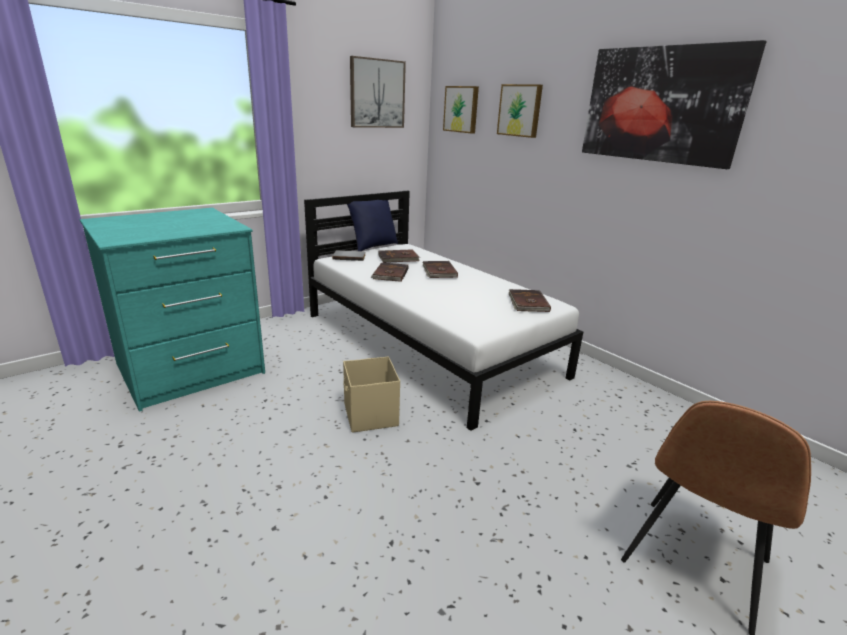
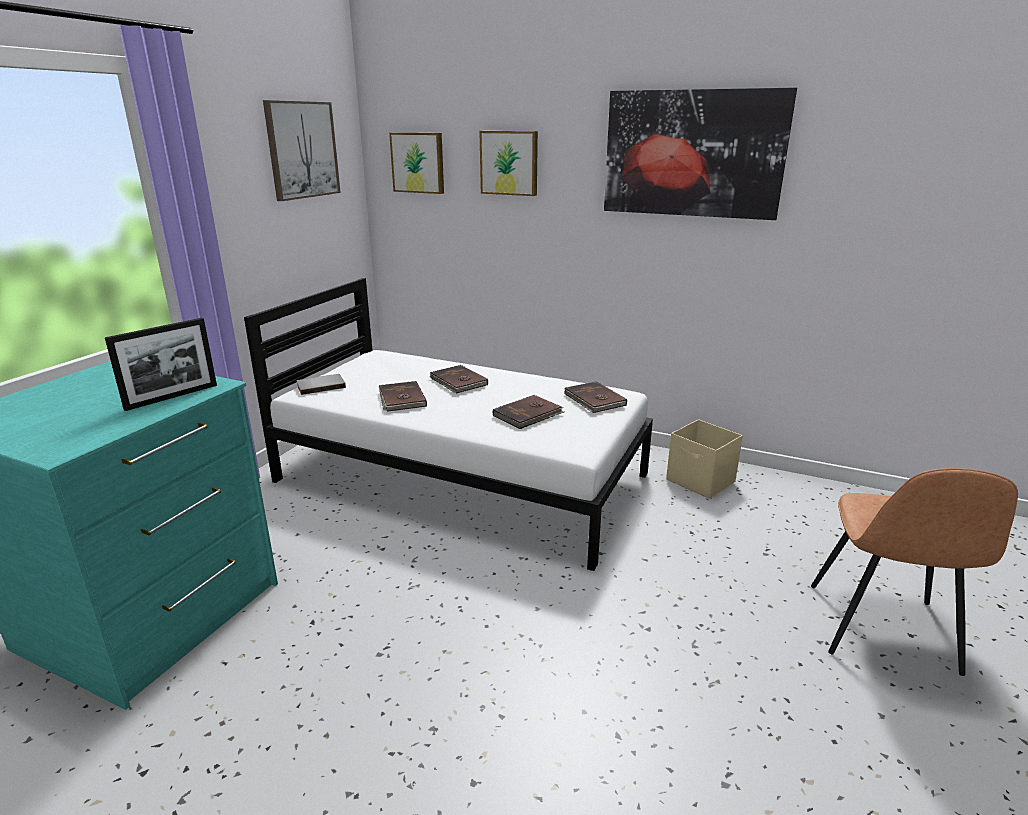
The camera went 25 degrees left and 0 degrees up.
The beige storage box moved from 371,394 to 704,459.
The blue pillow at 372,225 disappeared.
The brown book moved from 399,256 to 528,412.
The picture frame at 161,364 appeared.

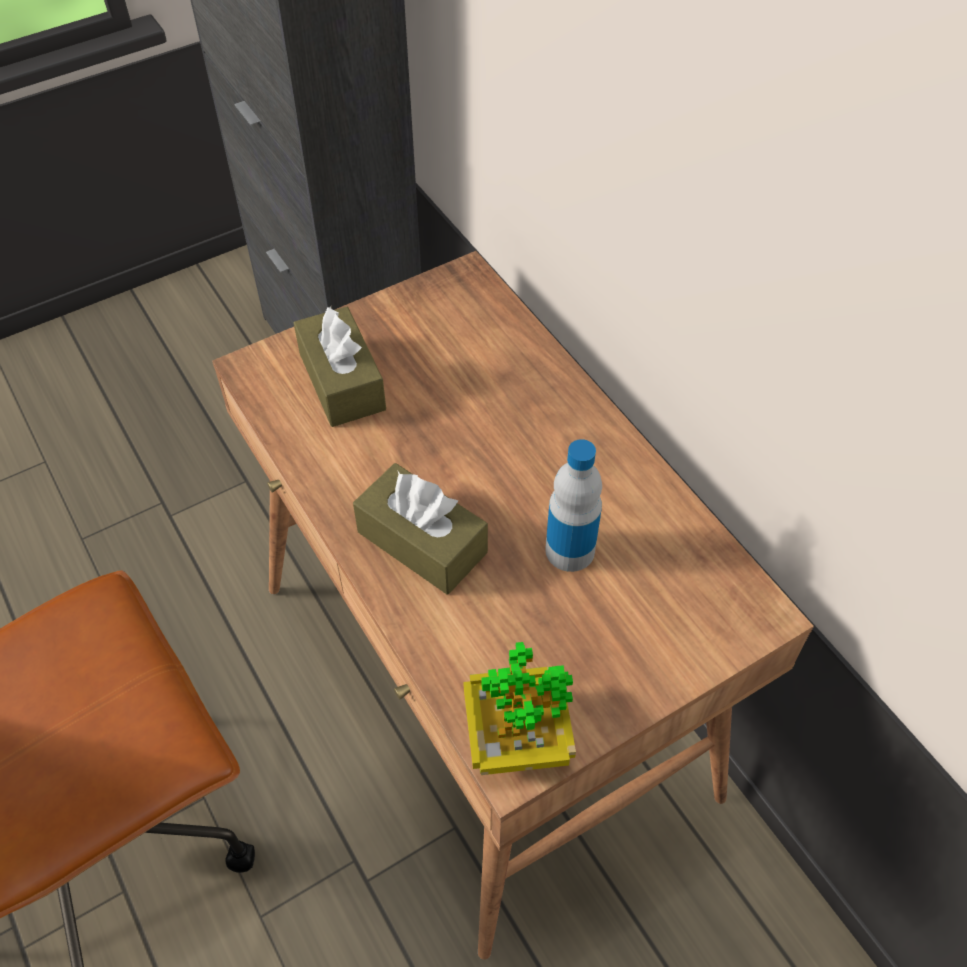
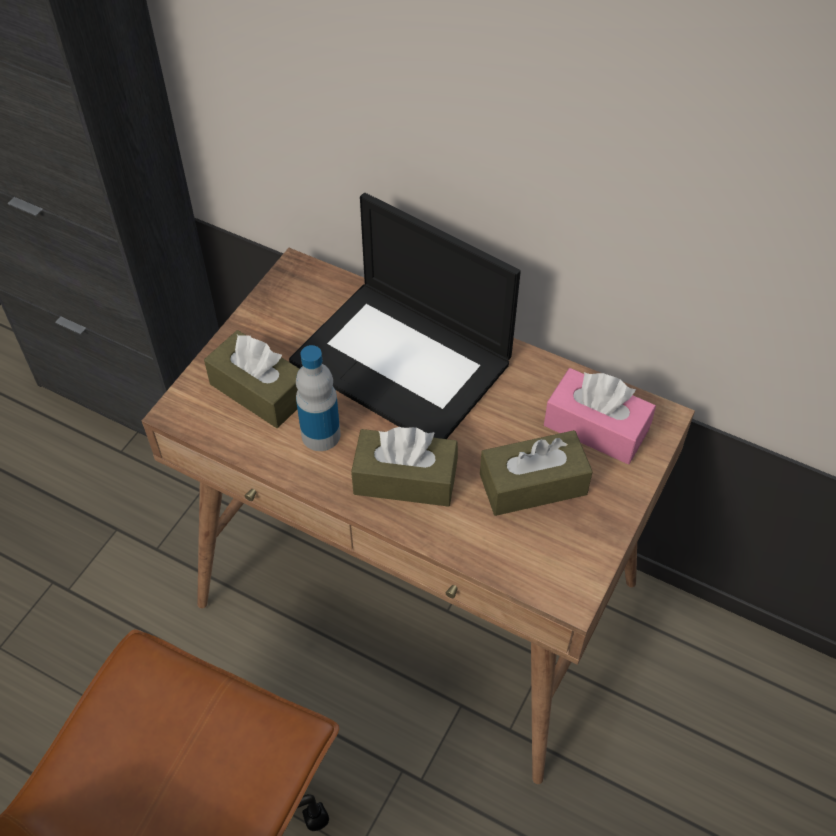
The camera went 30 degrees left and 0 degrees up.
The potted plant at 519,708 disappeared.
The bottle moved from 573,505 to 318,398.
The laptop at 405,316 appeared.
The brown tissue box at 536,473 appeared.
The pink tissue box at 600,416 appeared.

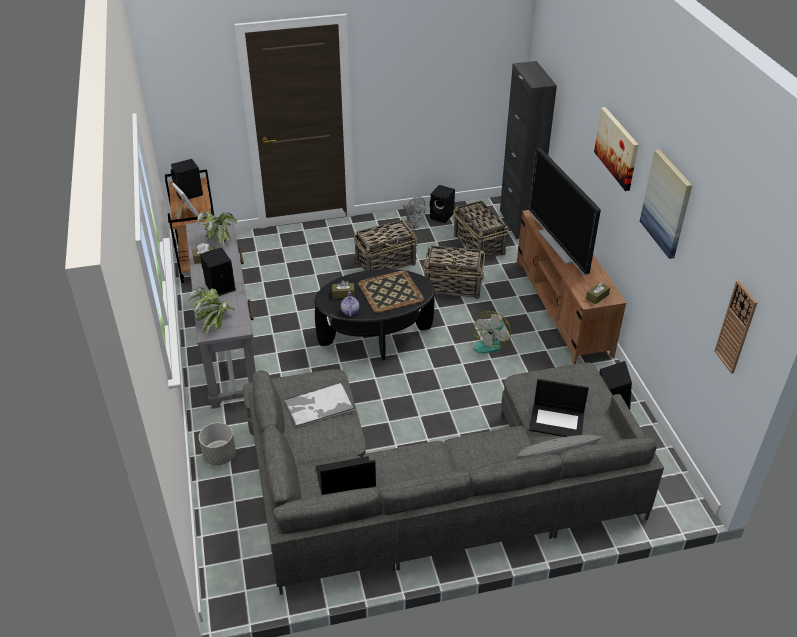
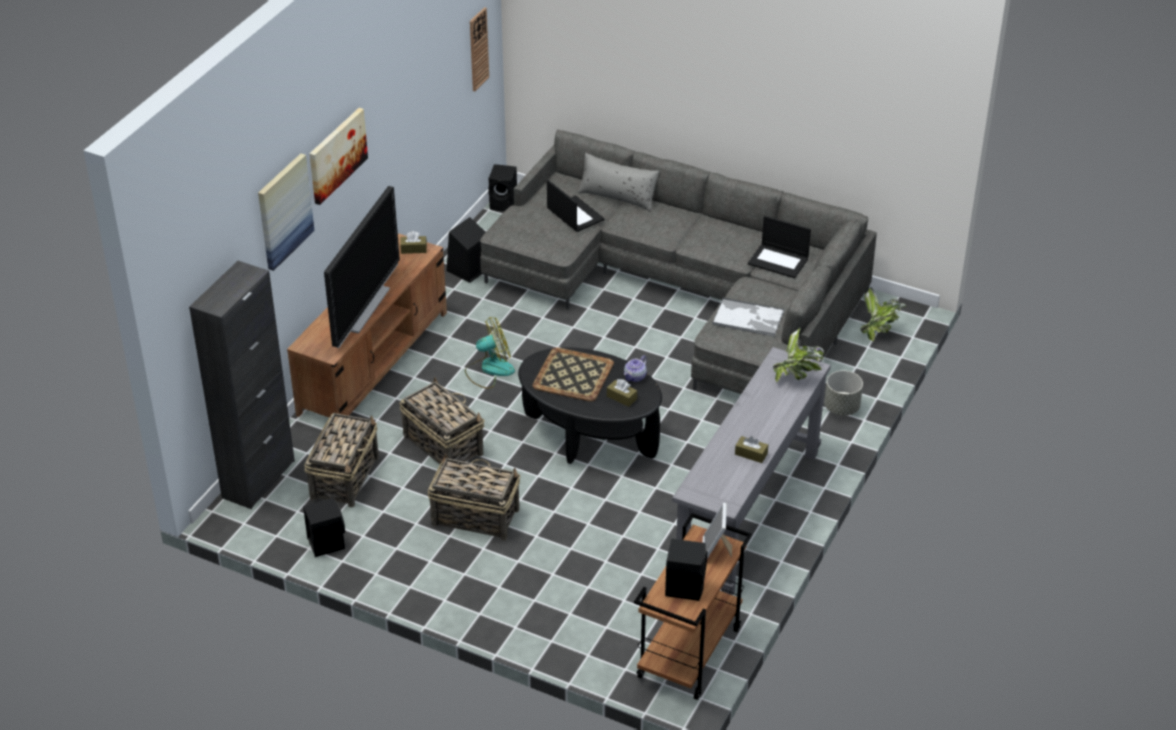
The camera went 140 degrees left and 0 degrees up.
The potted plant moved from 217,229 to 883,314.
The black speaker moved from 218,272 to 502,188.
The grey fan at 414,213 disappeared.
The picture moved from 666,204 to 286,212.

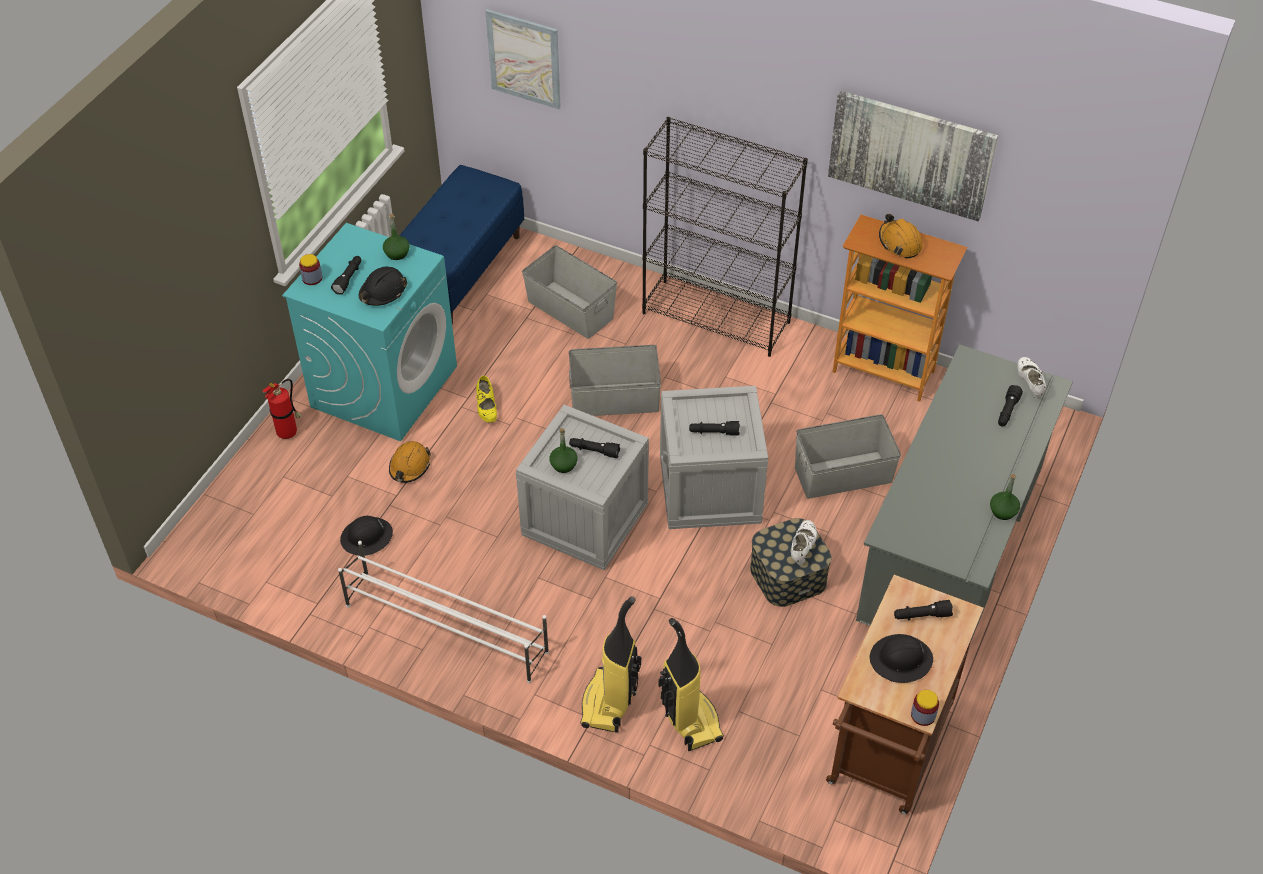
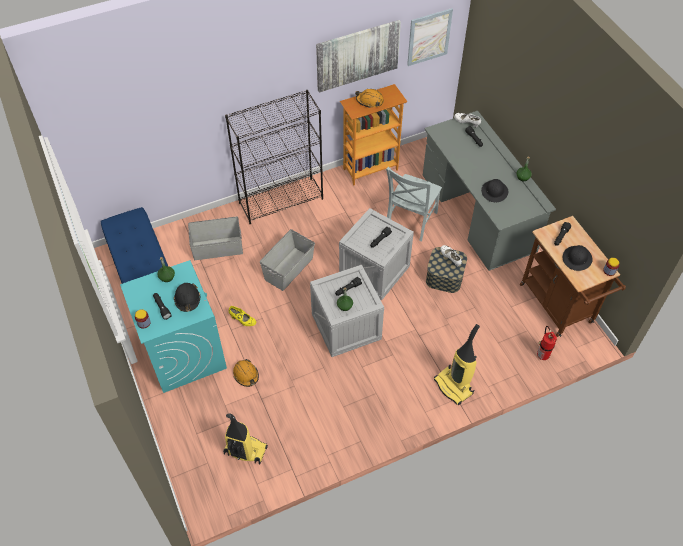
The camera went 50 degrees left and 5 degrees up.
The fire extinguisher moved from 282,409 to 547,343.
The white shoe rack at 443,612 disappeared.
The black hard hat moved from 366,536 to 494,190.
The picture moved from 523,59 to 430,37.
The vacuum cleaner moved from 691,684 to 245,439.
The grey storage box at 848,456 was replaced by the grey chair at 414,204.

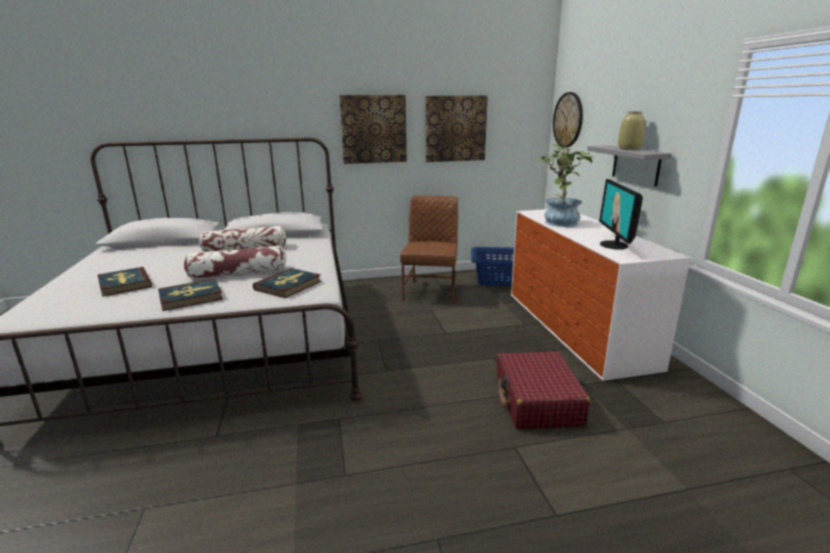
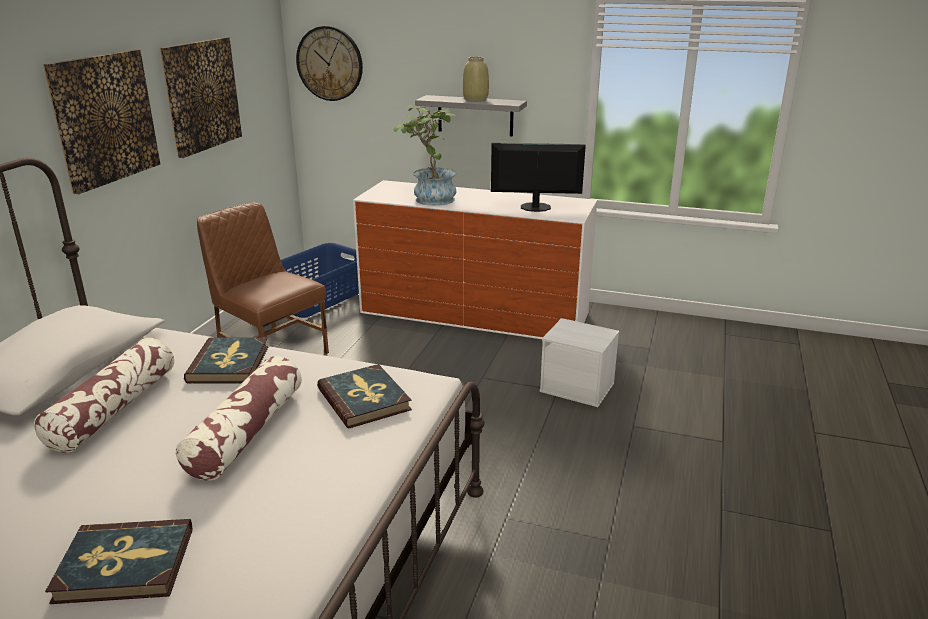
The camera went 60 degrees left and 5 degrees up.
The book moved from 190,295 to 226,361.
The red suitcase at 543,390 was replaced by the white storage box at 579,362.
The monitor at 621,214 turned 150 degrees clockwise.

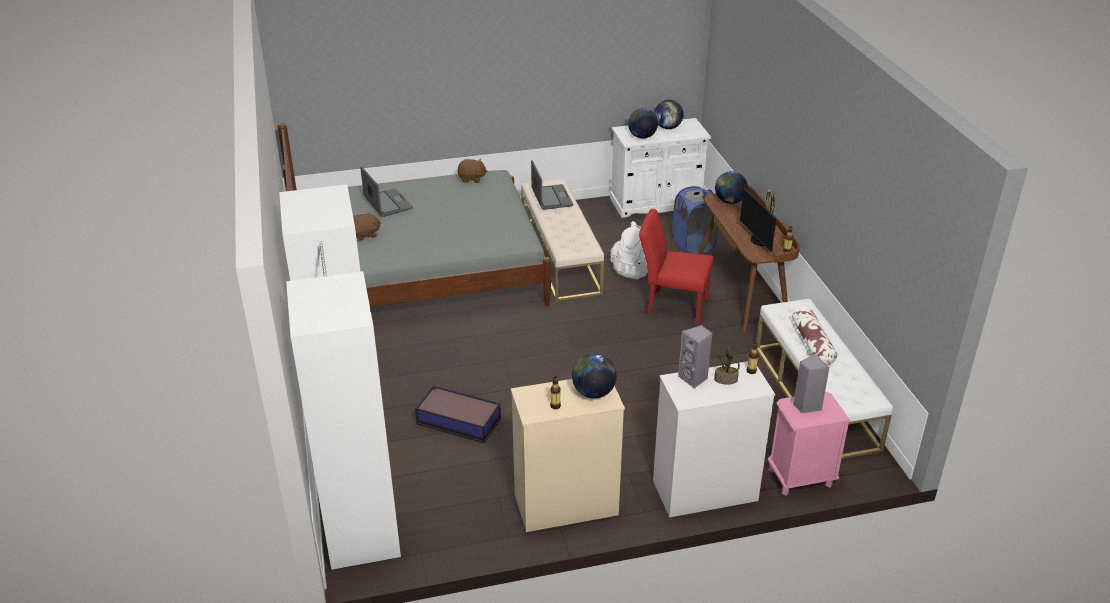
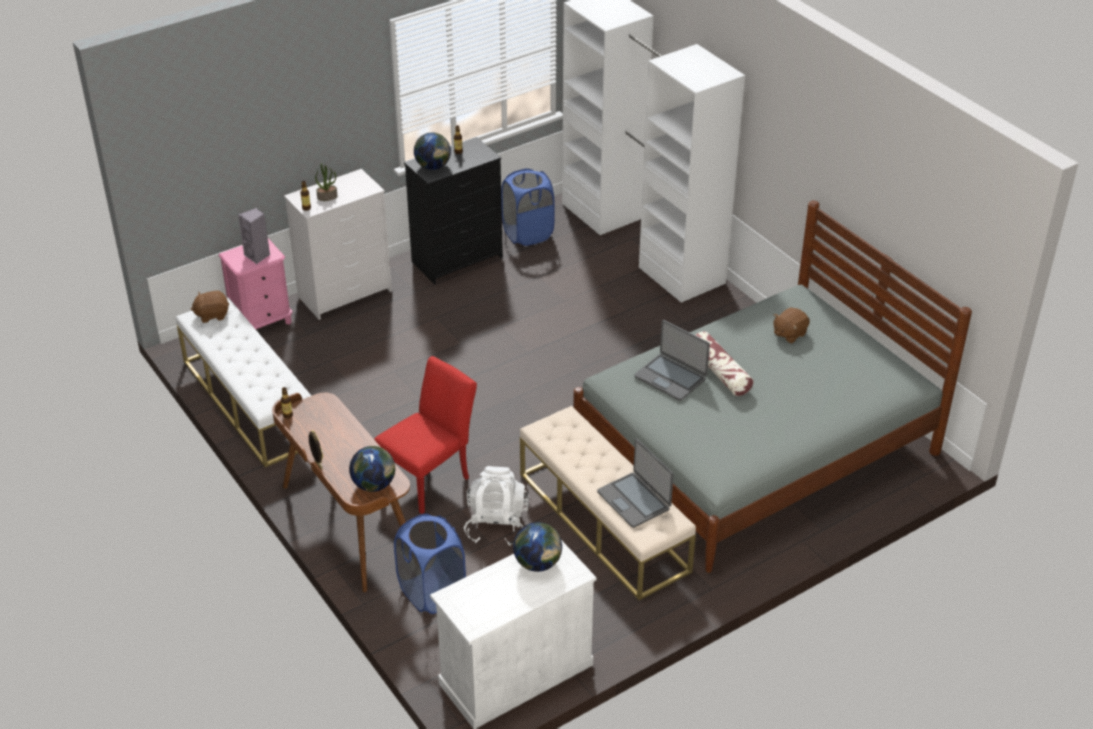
The camera went 160 degrees right and 5 degrees up.
The laptop moved from 387,192 to 672,360.
The storage box at 458,414 disappeared.
The brown plush toy moved from 472,171 to 209,307.
The beige dresser at 568,455 became the black dresser at 453,210.
The red chair at 676,267 turned 45 degrees counterclockwise.
The globe at 669,114 disappeared.
The grey speaker at 695,357 disappeared.
The monitor at 758,219 disappeared.
The pillow moved from 814,335 to 724,363.
The blue laundry basket at 527,207 appeared.

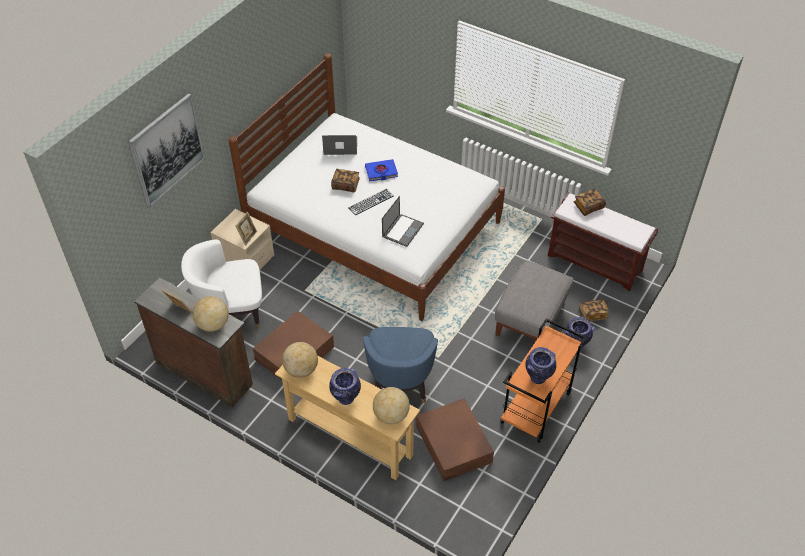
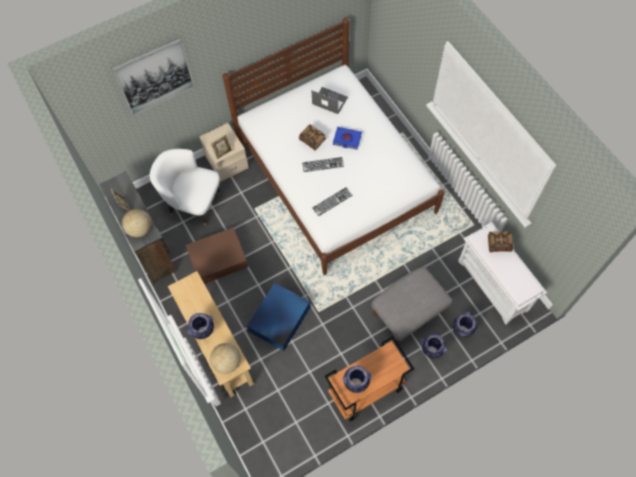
The camera went 30 degrees right and 15 degrees up.
The globe at 300,360 disappeared.
The blue armchair at 400,365 was replaced by the blue storage box at 279,317.
The laptop at 403,221 was replaced by the keyboard at 332,201.
The brown storage box at 455,439 disappeared.
The brown bench at 603,242 became the white bench at 502,273.
The book at 594,310 was replaced by the vase at 465,324.

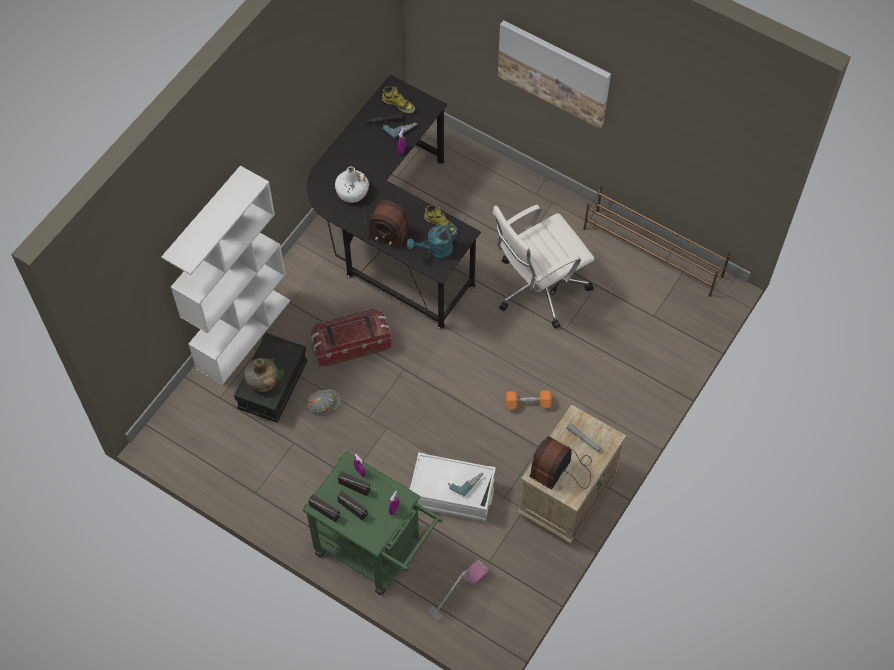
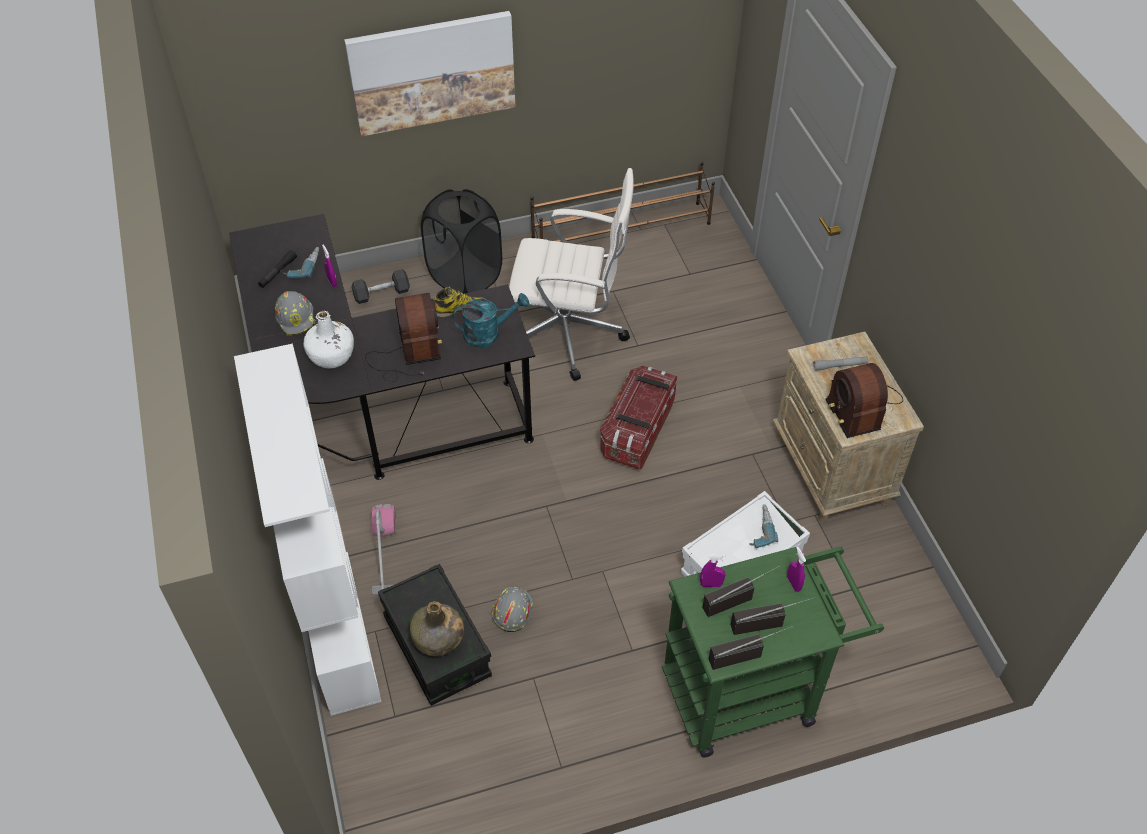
The camera went 50 degrees left and 10 degrees down.
The storage box moved from 351,337 to 638,418.
The radio at 386,224 turned 75 degrees counterclockwise.
The boot at 398,99 disappeared.
The turquoise watering can at 432,242 turned 120 degrees counterclockwise.
The vacuum cleaner moved from 459,590 to 384,549.
The white office chair at 544,266 turned 90 degrees counterclockwise.
The orange dumbbell at 528,399 disappeared.
The grey hard hat at 296,313 appeared.
The grey dumbbell at 381,286 appeared.
The black laundry basket at 461,241 appeared.

